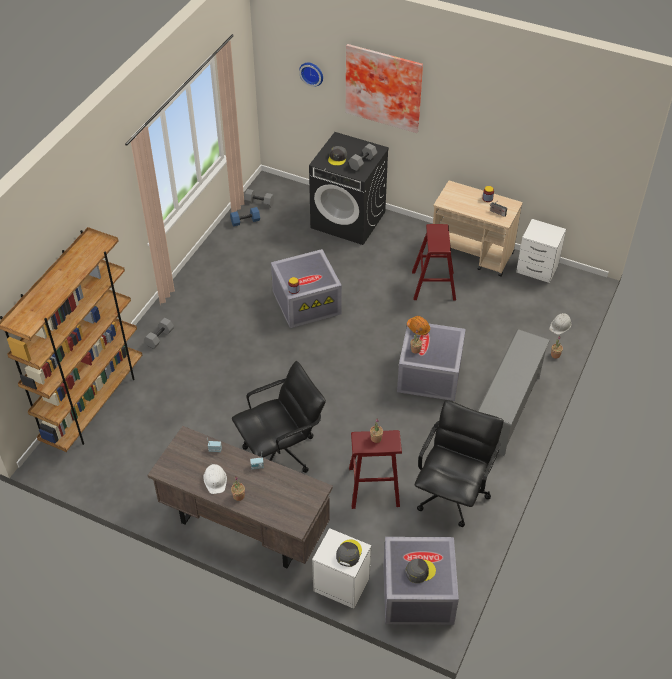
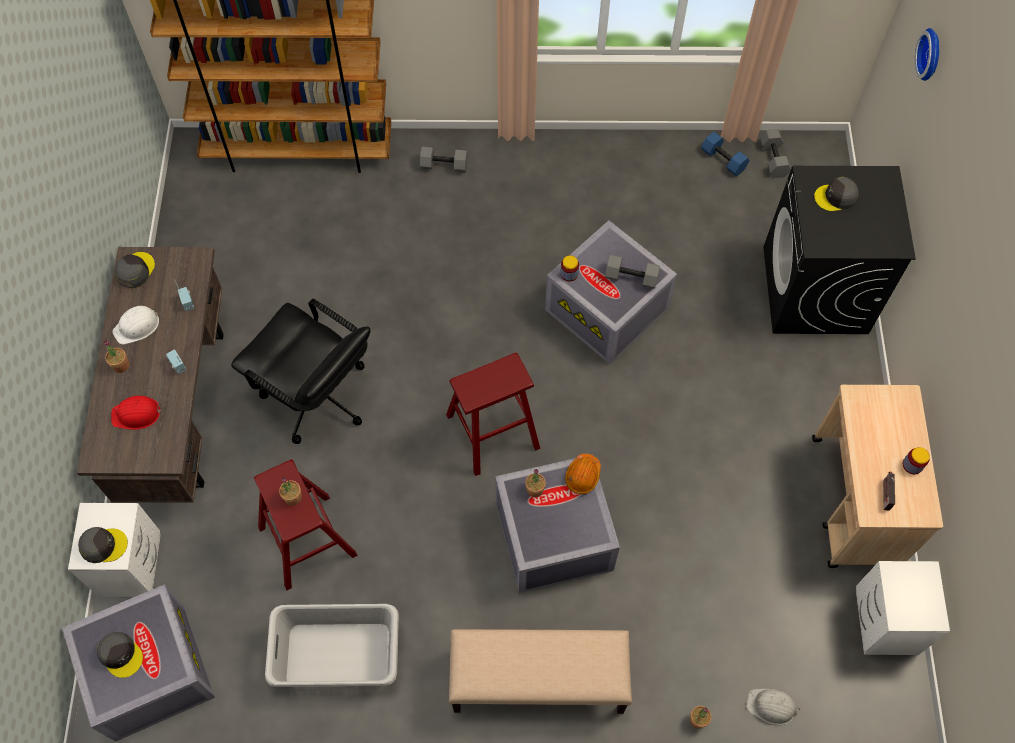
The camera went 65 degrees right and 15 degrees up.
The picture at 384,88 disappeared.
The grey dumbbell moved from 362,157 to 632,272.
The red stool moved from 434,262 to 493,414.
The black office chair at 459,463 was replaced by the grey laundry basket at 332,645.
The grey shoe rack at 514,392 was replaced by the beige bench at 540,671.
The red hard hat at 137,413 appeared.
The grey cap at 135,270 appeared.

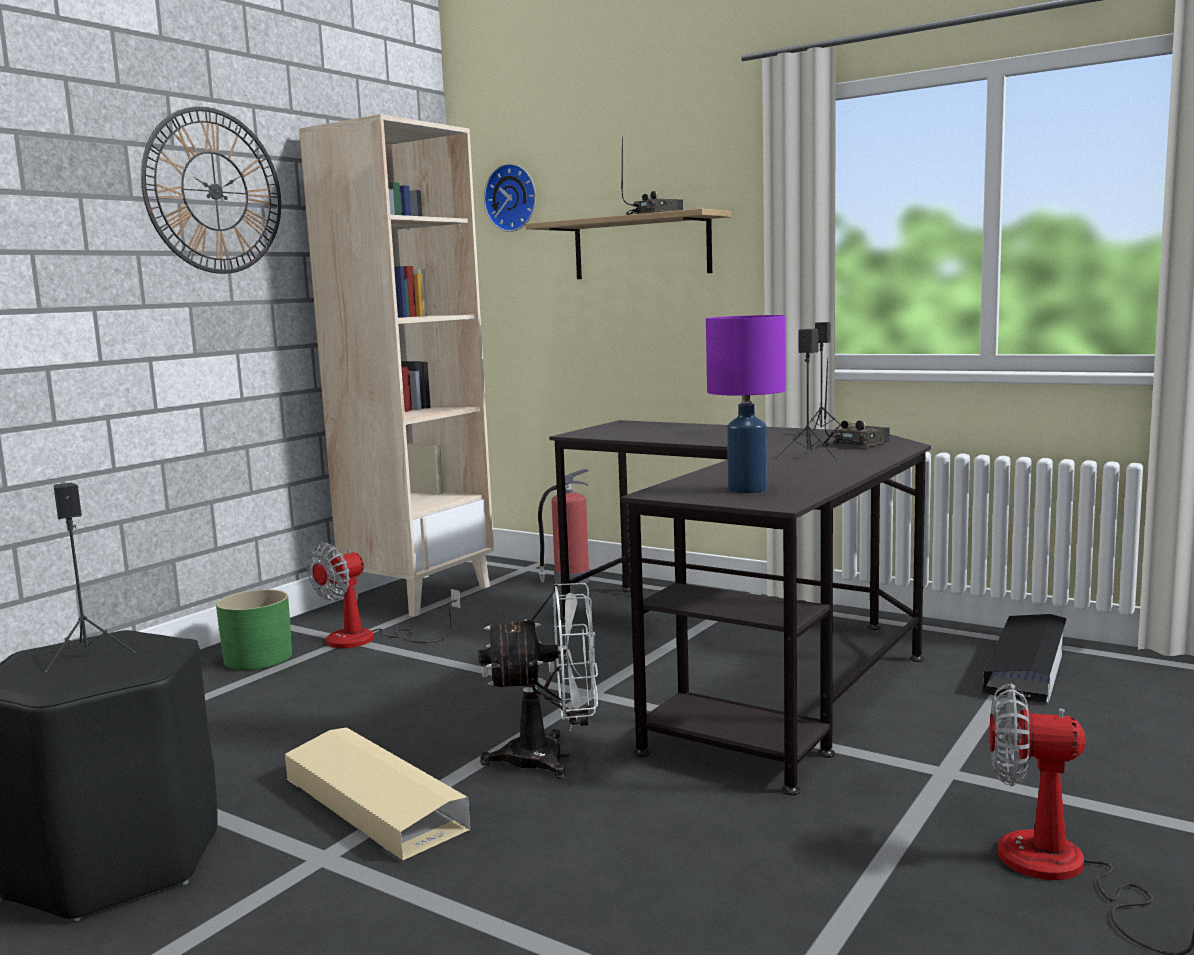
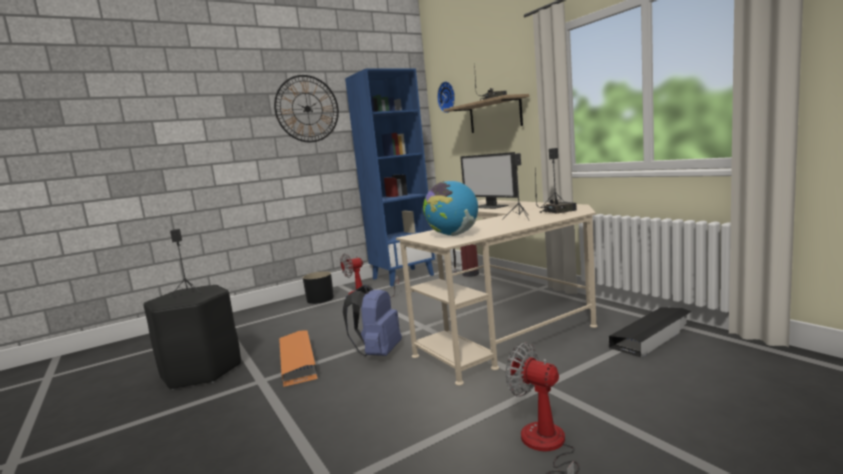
The camera went 25 degrees right and 0 degrees up.
The green planter at 254,629 became the black planter at 318,287.
The beige storage box at 377,793 became the orange storage box at 298,358.
The beige bookcase at 396,365 became the blue bookcase at 390,178.
The white fan at 538,681 was replaced by the blue backpack at 372,320.
The black desk at 740,607 became the beige desk at 497,292.
The purple table lamp at 746,404 was replaced by the globe at 450,208.
The monitor at 489,180 appeared.

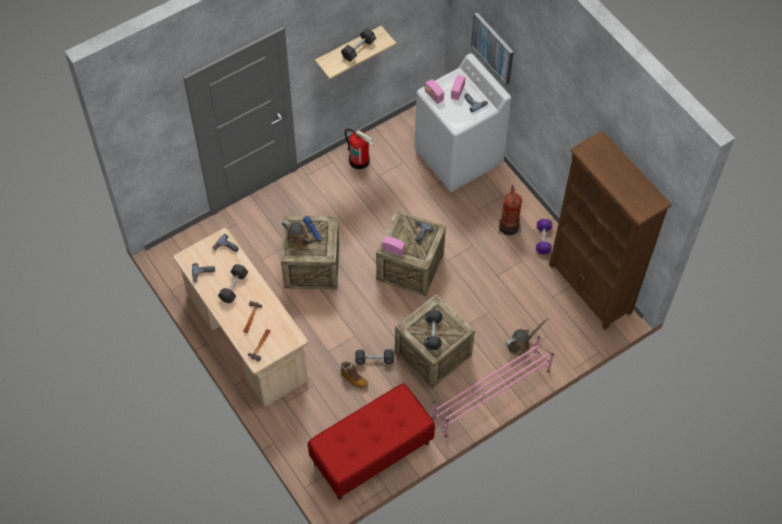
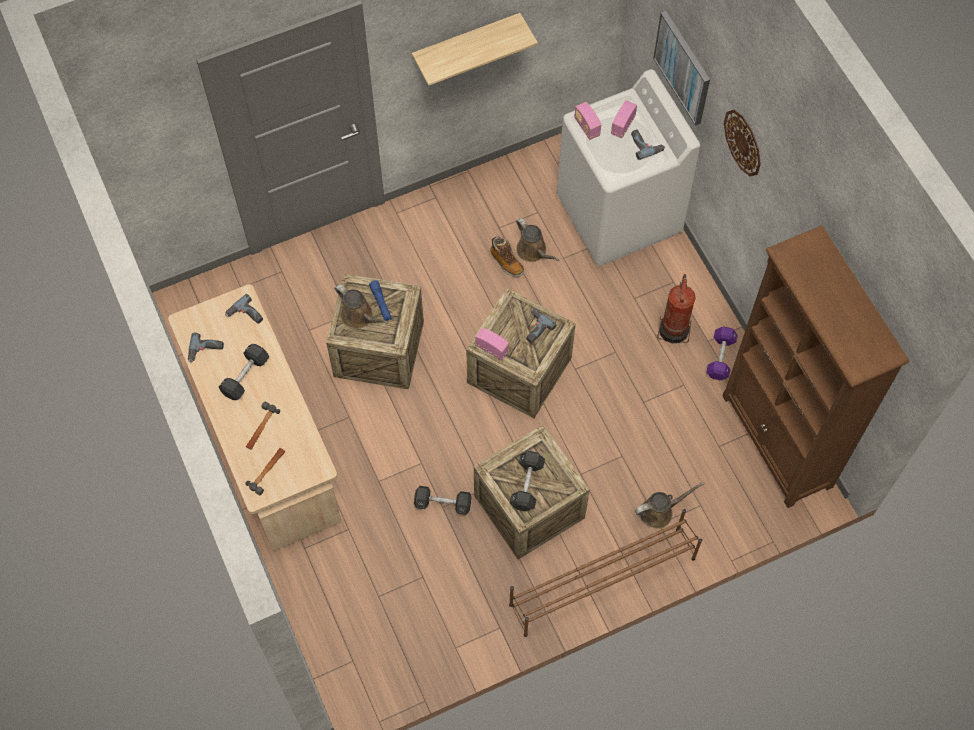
The camera went 10 degrees right and 5 degrees up.
The red bench at 371,441 disappeared.
The boot moved from 354,375 to 507,257.
The black dumbbell at 358,45 disappeared.
The fire extinguisher at 359,149 disappeared.
The pink shoe rack at 493,386 became the brown shoe rack at 605,573.
The brown watering can at 537,240 appeared.
The wall clock at 742,143 appeared.

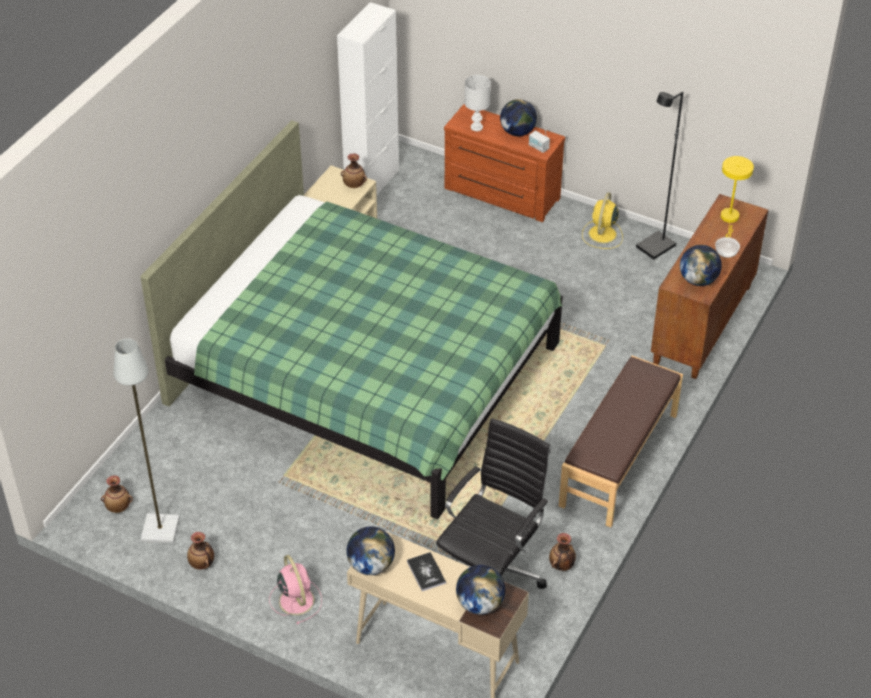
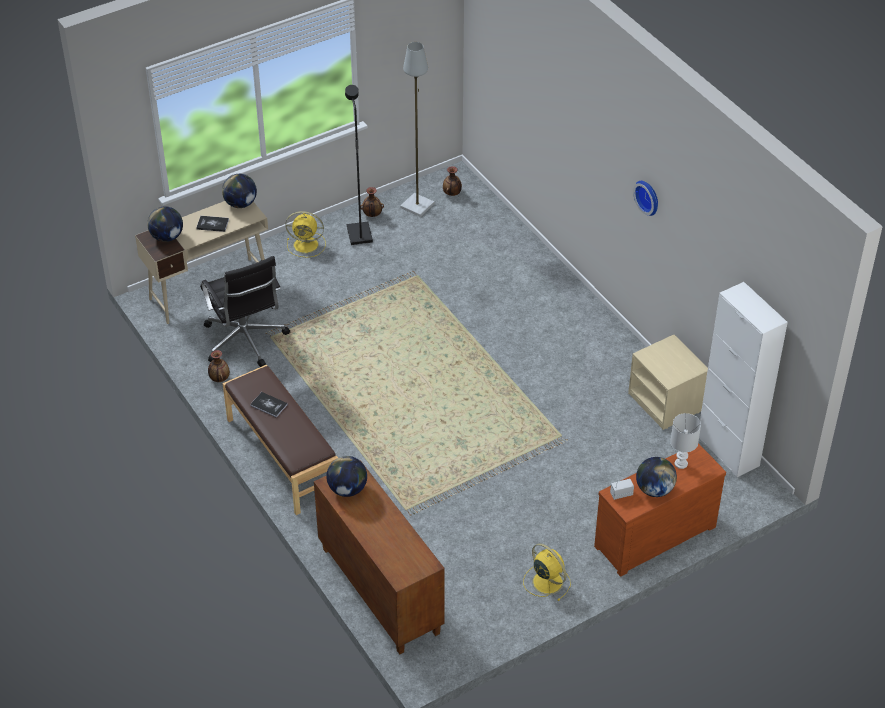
The camera went 120 degrees right and 0 degrees up.
The green bed at 351,319 disappeared.
The pink fan at 295,589 became the yellow fan at 305,234.
The vase at 354,170 disappeared.
The black floor lamp moved from 659,175 to 359,165.
The bowl at 727,247 disappeared.
The yellow table lamp at 737,196 disappeared.
The book at 269,405 appeared.
The wall clock at 645,198 appeared.

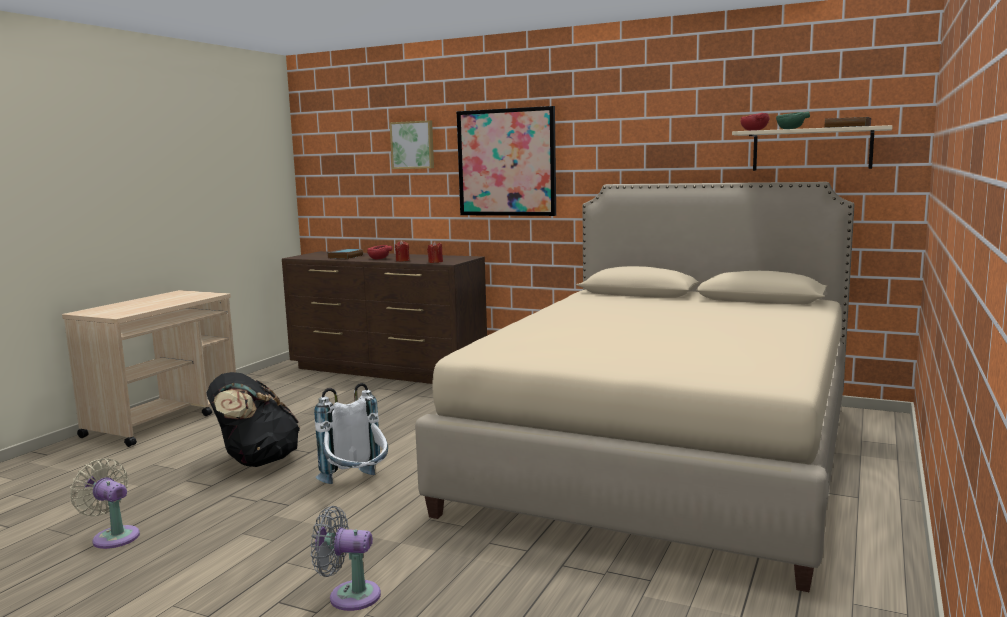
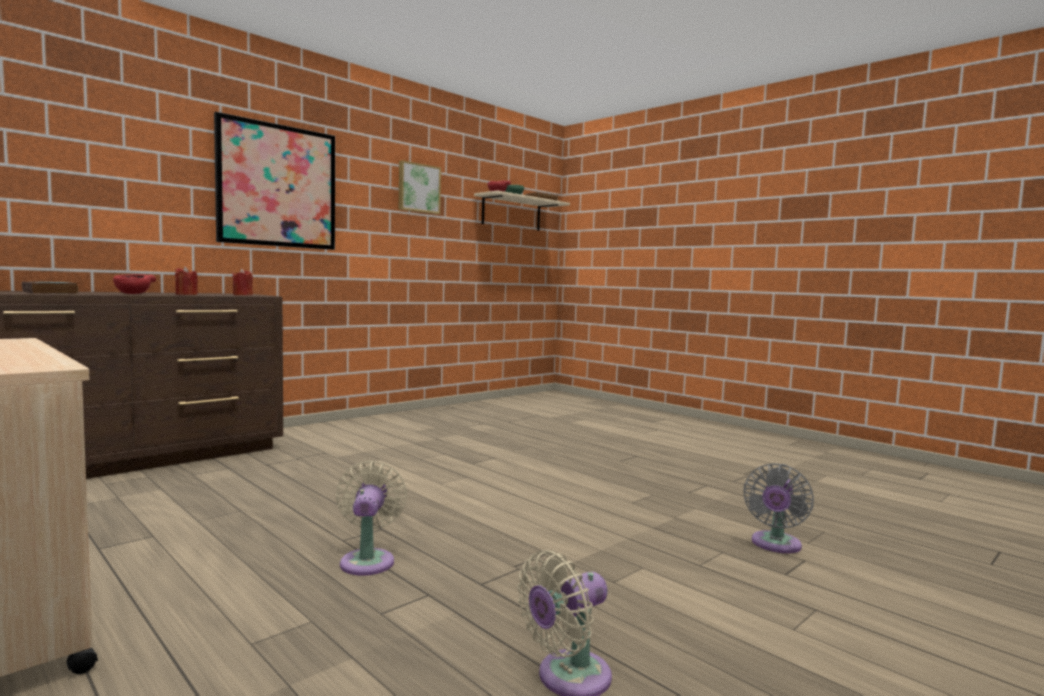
The camera went 70 degrees left and 5 degrees down.
The black backpack at 253,419 was replaced by the beige fan at 371,518.
The white backpack at 351,433 disappeared.
The picture moved from 412,144 to 420,187.
The beige bed at 634,387 disappeared.

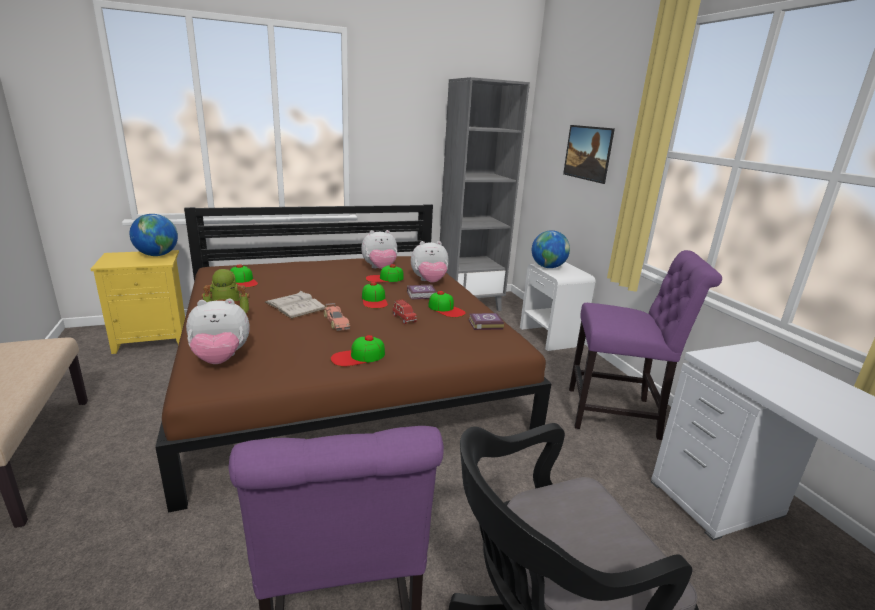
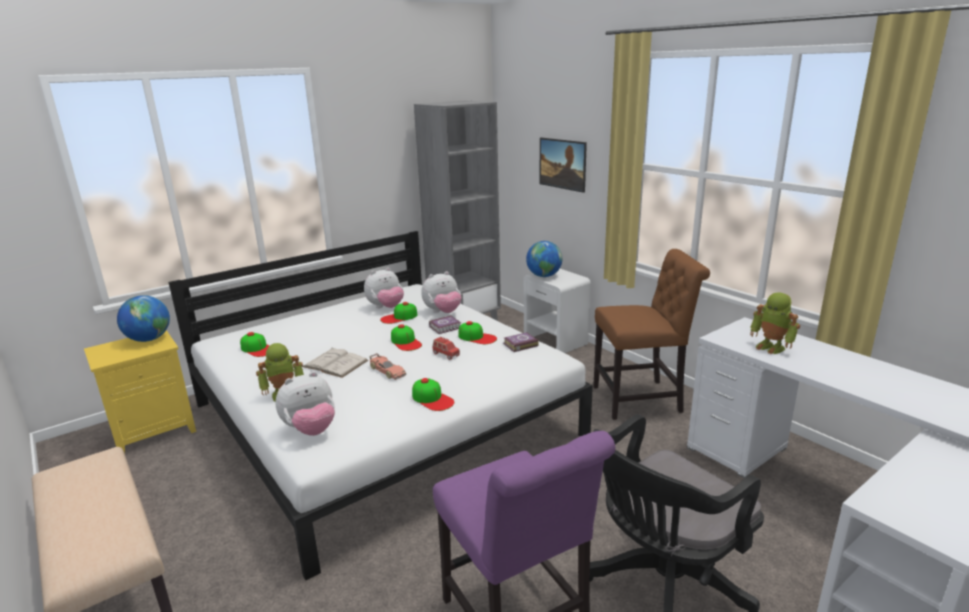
The camera went 15 degrees left and 0 degrees up.
The brown bed at 353,358 became the white bed at 380,405.
The cap at 358,351 turned 90 degrees counterclockwise.
The purple chair at 645,345 became the brown chair at 651,334.
The toy robot at 775,323 appeared.

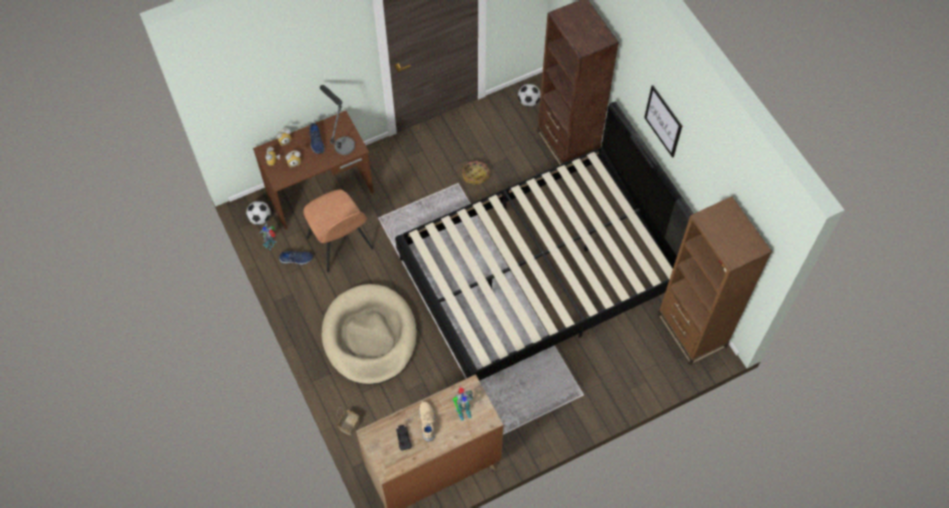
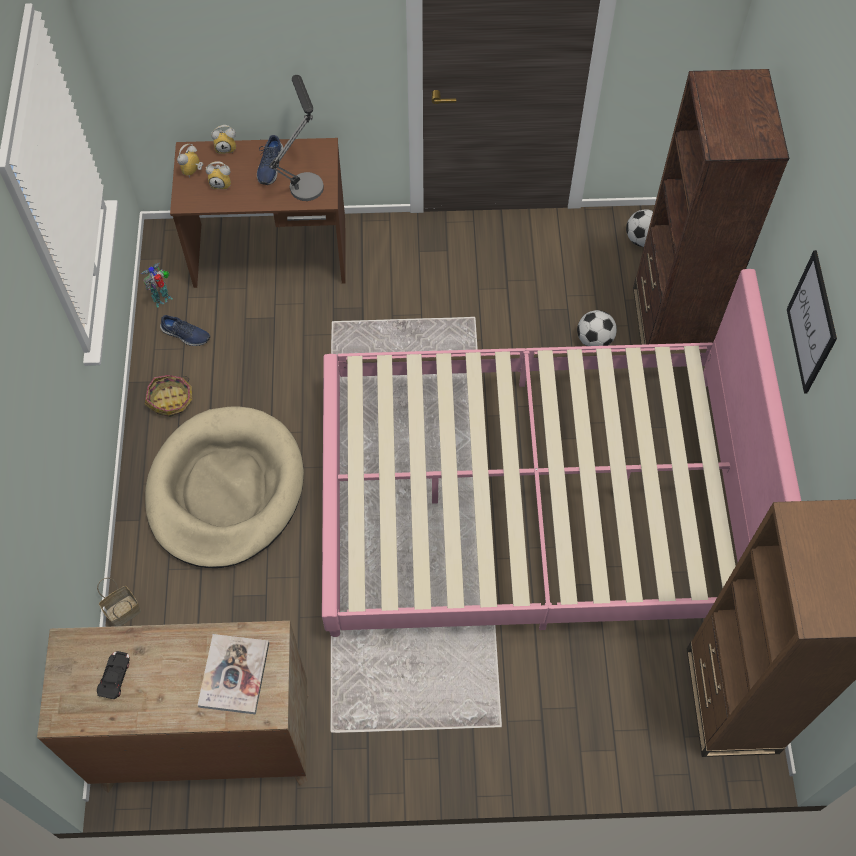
The camera went 25 degrees right and 0 degrees up.
The football moved from 258,213 to 597,328.
The brown chair at 338,230 disappeared.
The black bed at 544,241 became the pink bed at 561,453.
The beige shoe at 427,421 disappeared.
The toy robot at 462,403 was replaced by the book at 233,674.
The basket moved from 476,172 to 168,396.

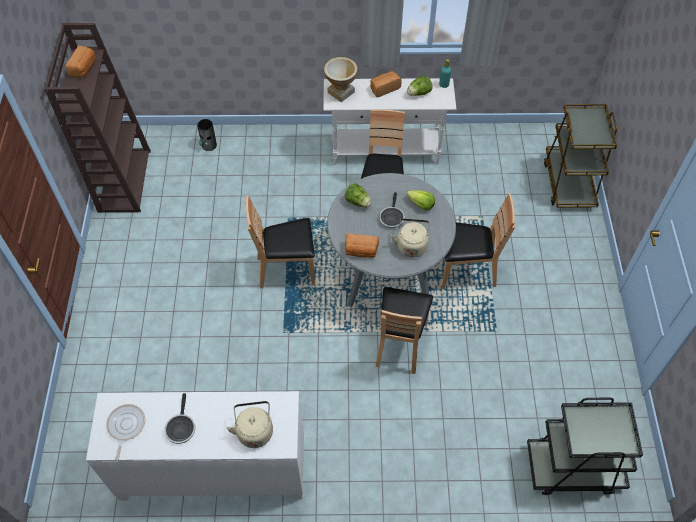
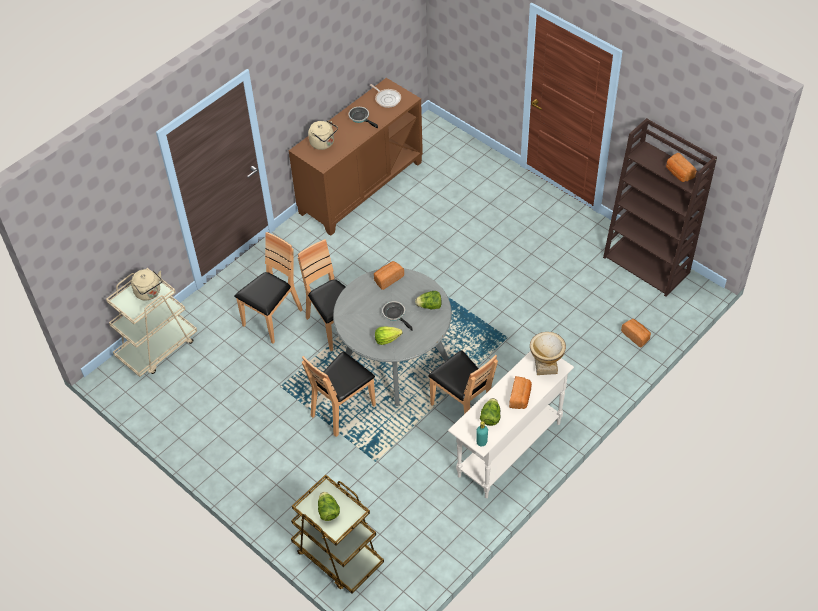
The camera went 135 degrees right and 5 degrees down.
The white cabinet at 195,446 became the brown cabinet at 356,157.
The vase at 207,135 was replaced by the bread at 636,333.
The brown chair moved from 280,241 to 268,288.
The beige kettle moved from 410,238 to 146,285.
The black cart at 585,446 became the beige cart at 151,322.
The lettuce at 329,506 appeared.

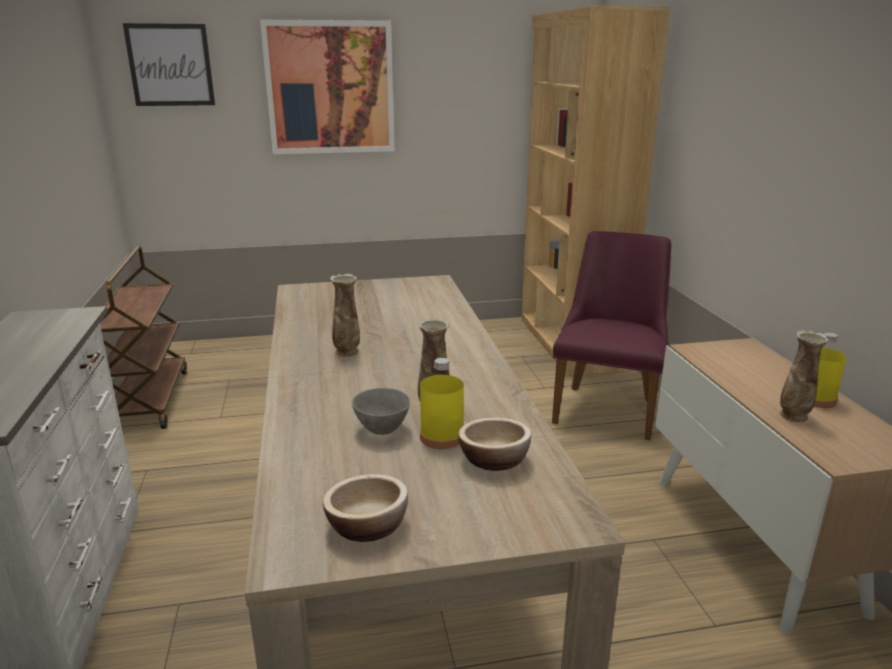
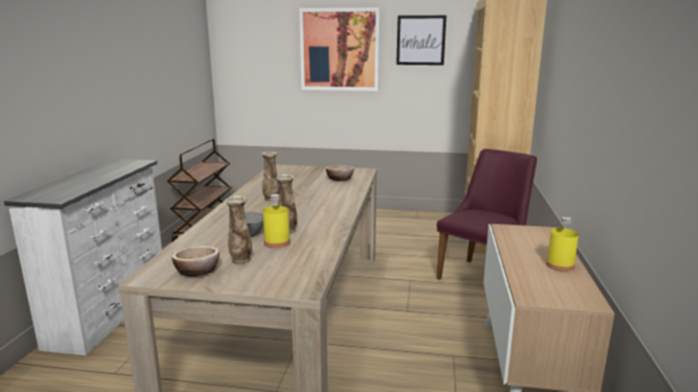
The camera went 20 degrees right and 5 degrees down.
The picture moved from 169,64 to 421,40.
The bowl moved from 494,444 to 340,173.
The vase moved from 804,376 to 238,230.

